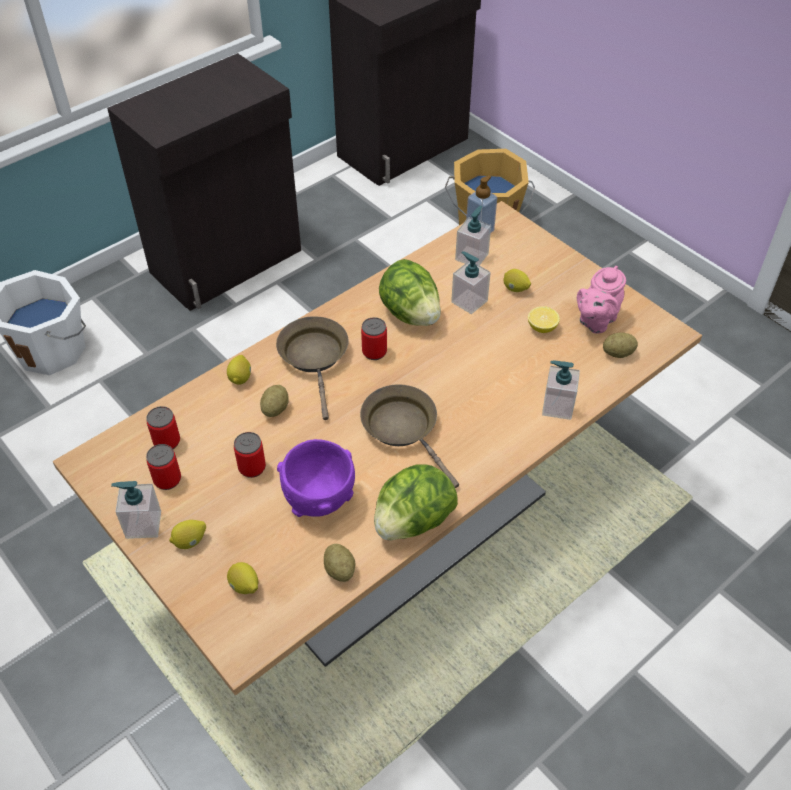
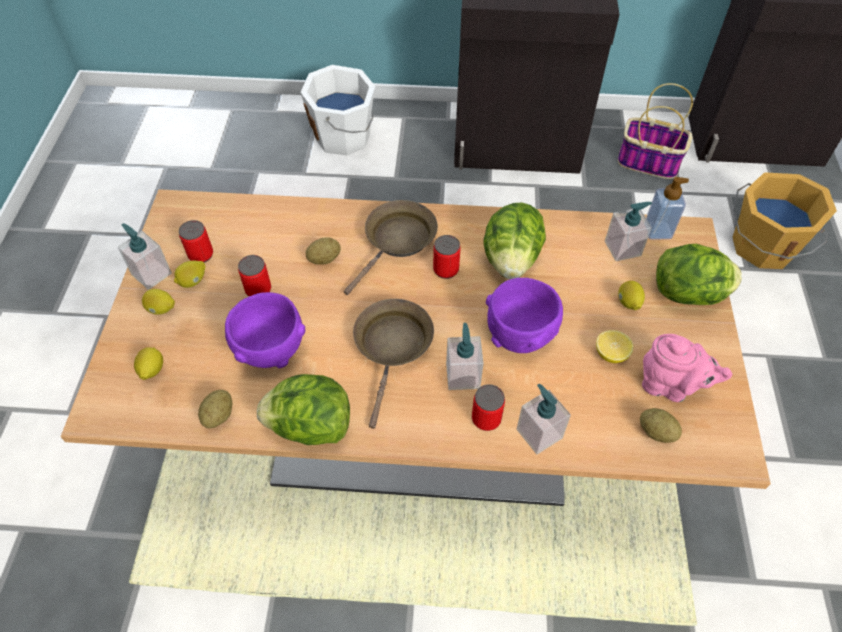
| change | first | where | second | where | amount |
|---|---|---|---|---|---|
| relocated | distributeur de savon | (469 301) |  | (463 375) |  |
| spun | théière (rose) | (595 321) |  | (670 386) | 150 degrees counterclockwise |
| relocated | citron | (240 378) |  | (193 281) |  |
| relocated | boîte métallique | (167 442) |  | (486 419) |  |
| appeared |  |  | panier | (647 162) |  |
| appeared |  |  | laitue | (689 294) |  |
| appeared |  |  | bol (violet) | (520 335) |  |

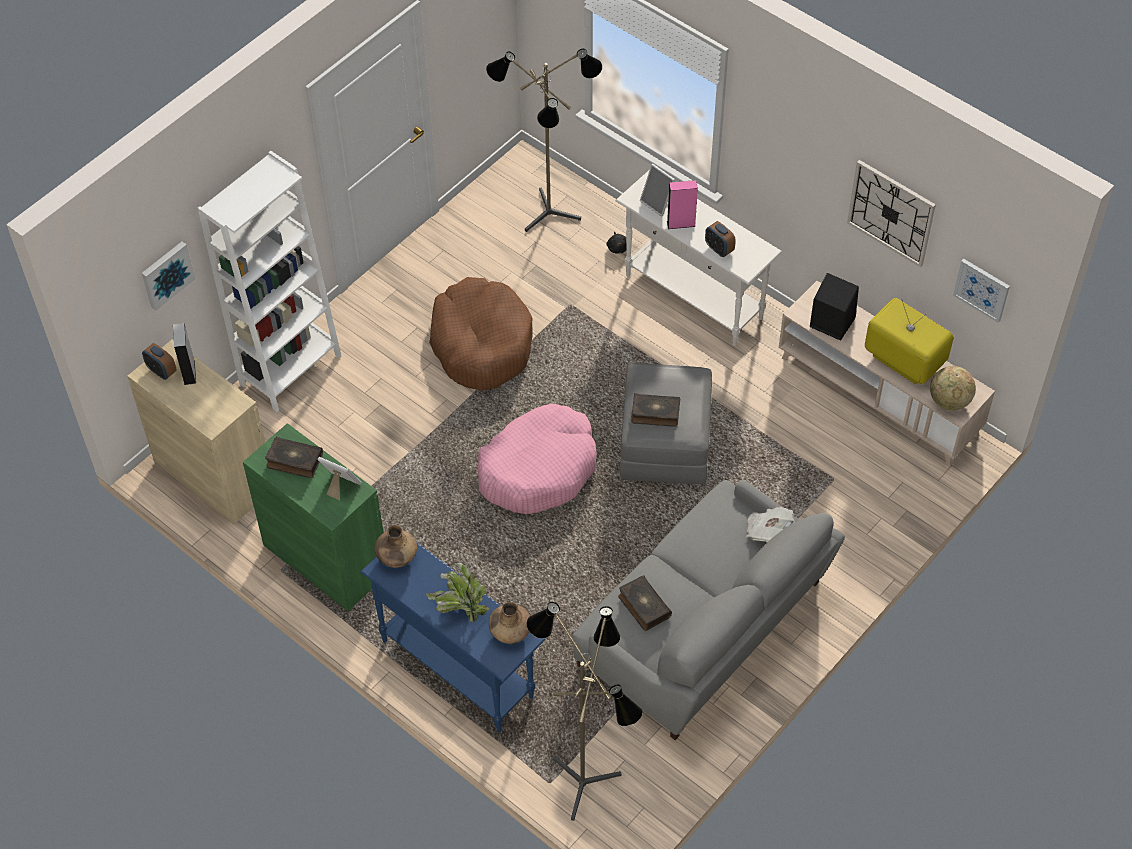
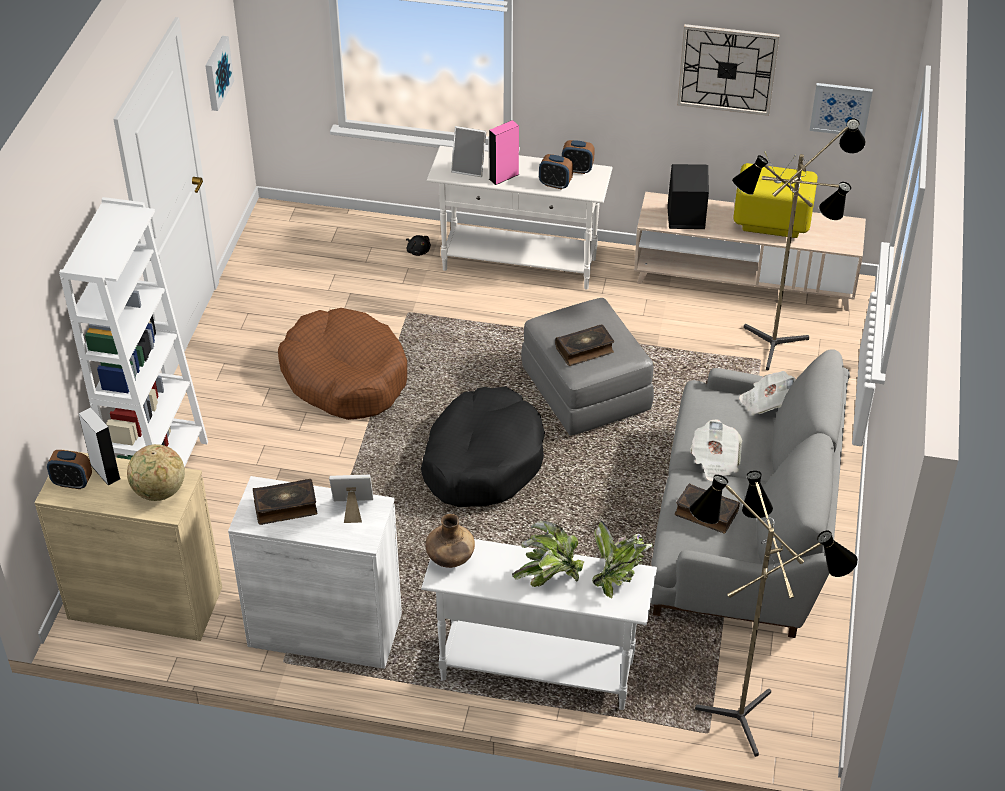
| change | first | where | second | where | amount |
|---|---|---|---|---|---|
| relocated | lampadaire | (548 219) |  | (777 350) |  |
| relocated | tableau | (166 274) |  | (216 73) |  |
| relocated | globe | (949 401) |  | (159 491) |  |
| colour | panier pour chien (rose) | (538 469) | panier pour chien (noir) | (482 460) |  |
| colour | meuble de rangement (vert) | (326 558) | meuble de rangement (blanc) | (325 630) |  |
| colour | table console (bleu) | (457 668) | table console (blanc) | (536 670) |  |
| exchanged | vase (marron) | (510 632) | plante en pot | (618 575) |  |
| appeared |  |  | réveil | (577 169) |  |
| appeared |  |  | journal | (715 461) |  |

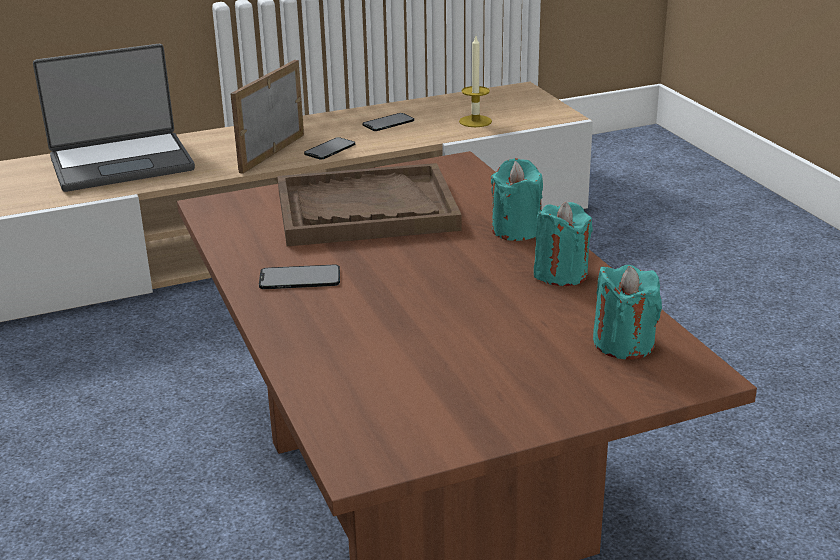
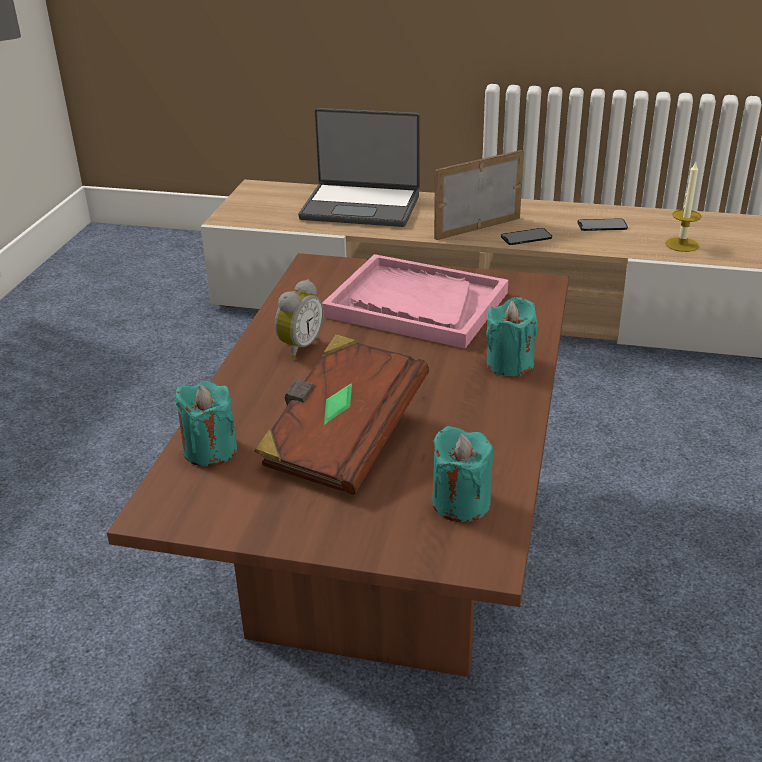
| change | first | where | second | where | amount |
|---|---|---|---|---|---|
| colour | plateau (marron) | (365 210) | plateau (rose) | (415 304) |  |
| relocated | bougie (turquoise) | (560 274) |  | (210 450) |  |
| exchanged | téléphone | (300 278) | réveil | (298 347) |  |
| appeared |  |  | livre (marron) | (342 440) |  |

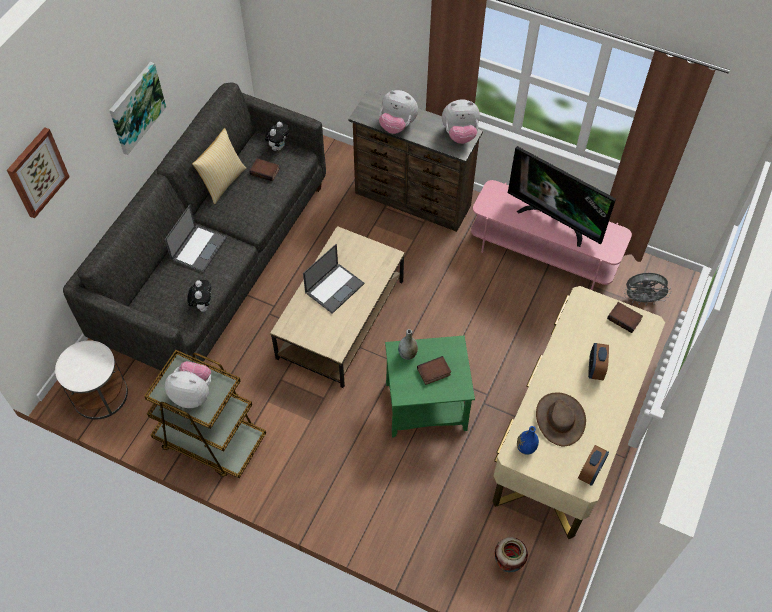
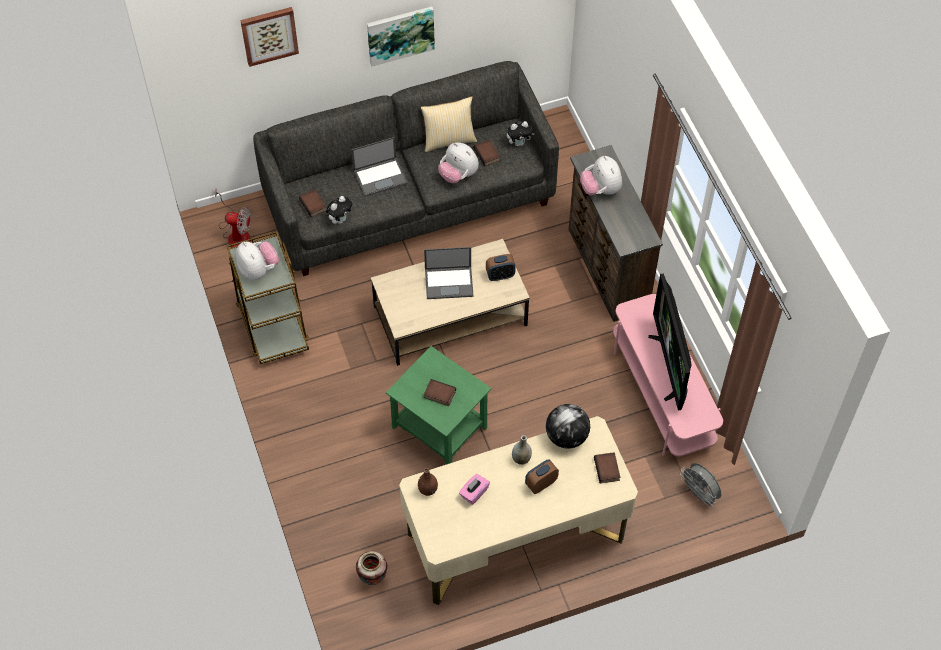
| change | first | where | second | where | amount |
|---|---|---|---|---|---|
| relocated | peluche | (460 134) |  | (458 175) |  |
| relocated | vase (gris) | (407 354) |  | (521 459) |  |
| exchanged | table d'appoint (blanc) | (99 394) | ventilateur | (236 233) |  |
| exchanged | chapeau (marron) | (560 419) | boîte à mouchoirs (rose) | (474 493) |  |
| colour | vase (bleu) | (526 448) | vase (marron) | (428 490) |  |
| relocated | réveil | (590 472) |  | (500 275) |  |
| appeared |  |  | livre | (314 205) |  |
| appeared |  |  | globe | (566 437) |  |

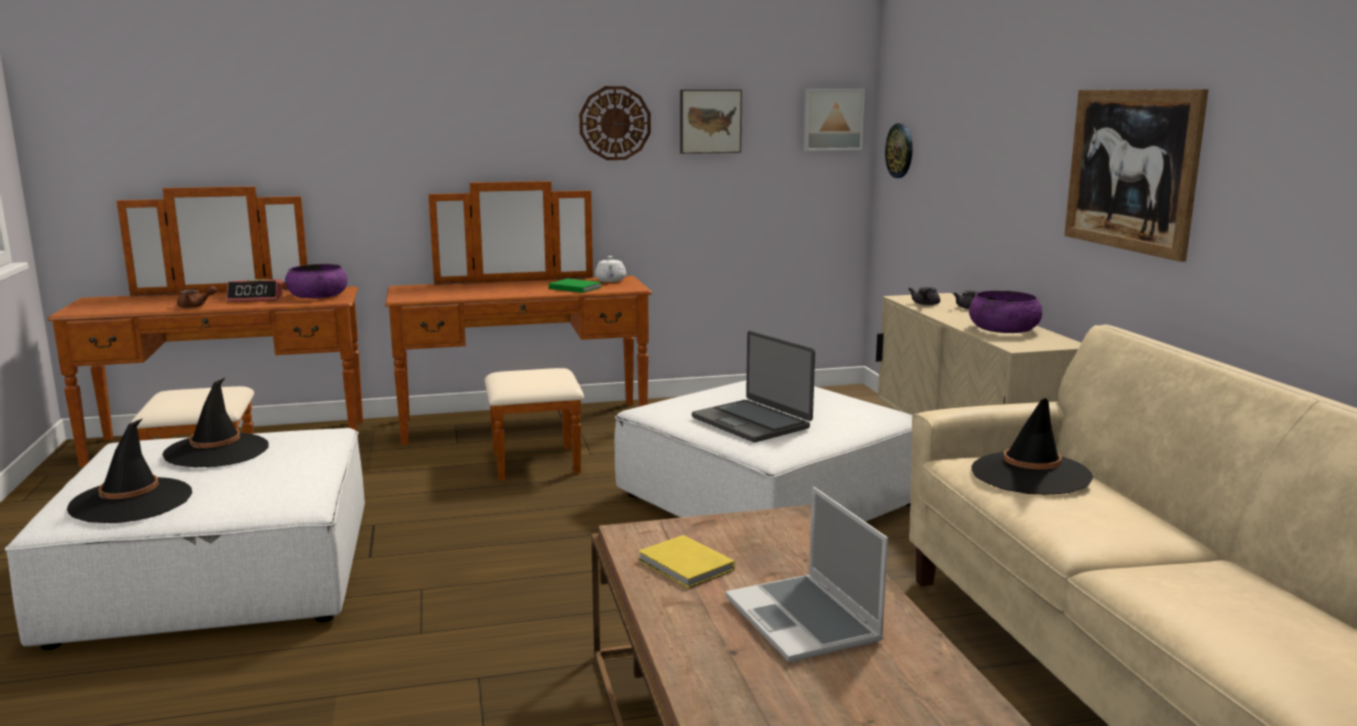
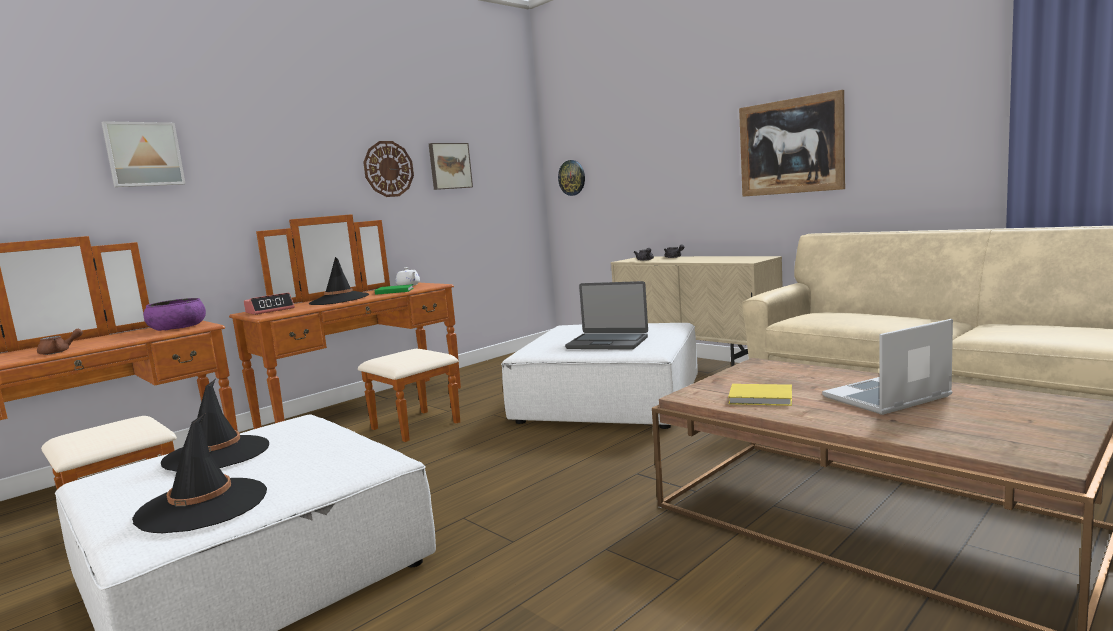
| change | first | where | second | where | amount |
|---|---|---|---|---|---|
| relocated | tableau | (832 119) |  | (144 154) |  |
| relocated | réveil | (256 298) |  | (270 310) |  |
| missing | bol (violet) | (1003 329) |  |  |  |
| relocated | chapeau (noir) | (1030 474) |  | (339 300) |  |
| spun | ordinateur portable | (805 621) |  | (886 398) | 120 degrees clockwise |

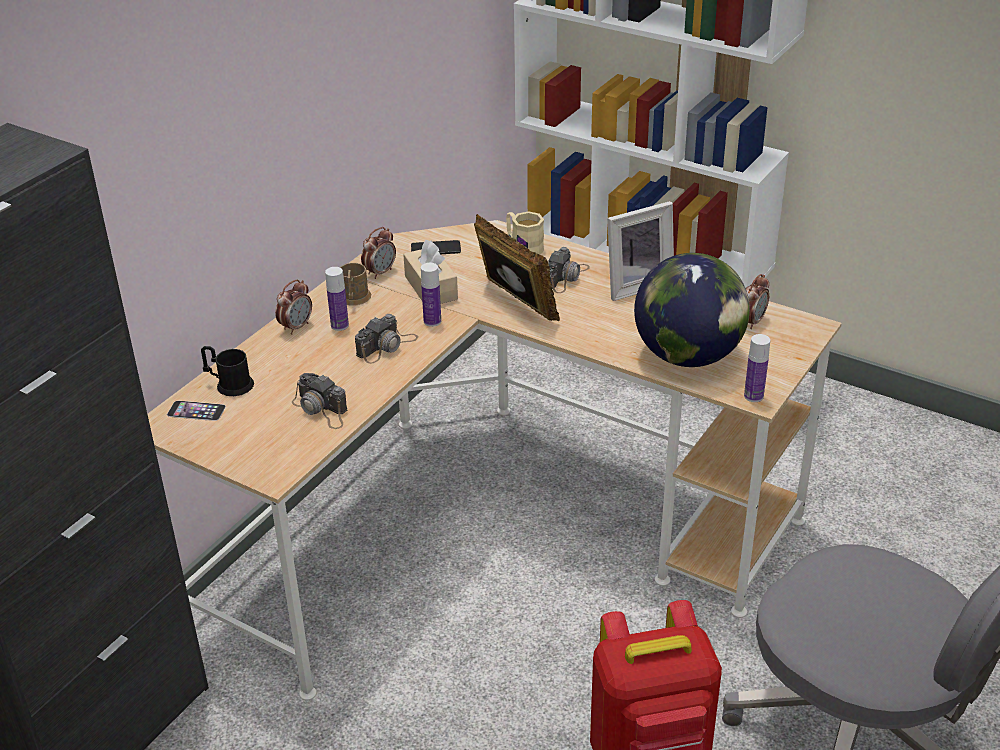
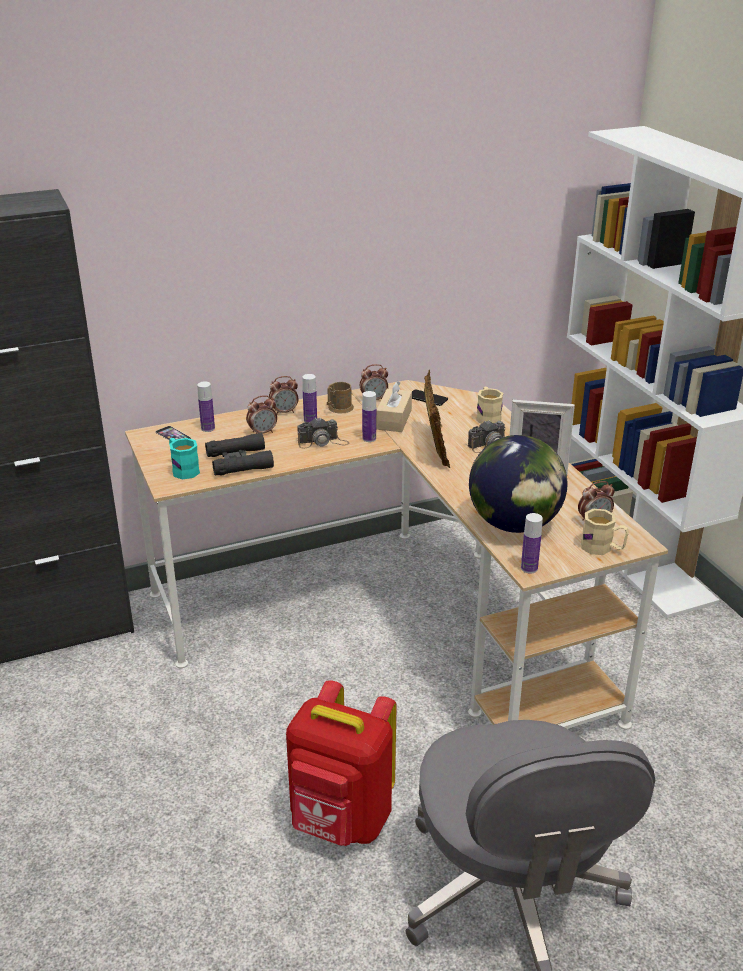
| change | first | where | second | where | amount |
|---|---|---|---|---|---|
| exchanged | mug (noir) | (229 384) | bouteille | (208 428) |  |
| exchanged | appareil photo | (321 409) | jumelles (noir) | (239 461) |  |
| appeared |  |  | réveil | (262 432) |  |
| appeared |  |  | mug (turquoise) | (183 469) |  |
| appeared |  |  | mug (beige) | (602 548) |  |

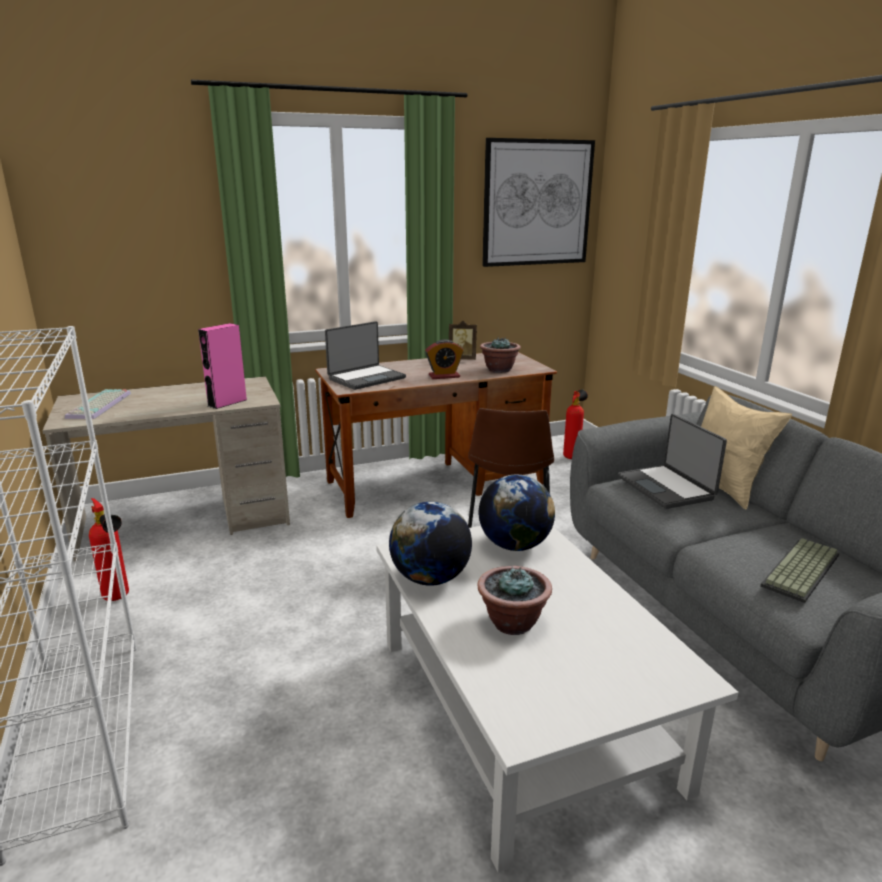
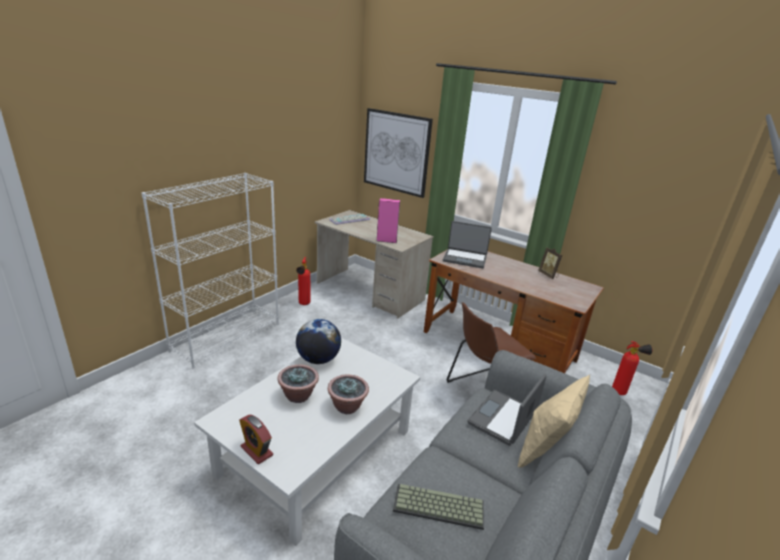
| change | first | where | second | where | amount |
|---|---|---|---|---|---|
| relocated | tableau | (537 203) |  | (396 152) |  |
| relocated | plante en pot | (499 370) |  | (347 406) |  |
| relocated | réveil | (444 376) |  | (256 451) |  |
| missing | globe | (514 545) |  |  |  |

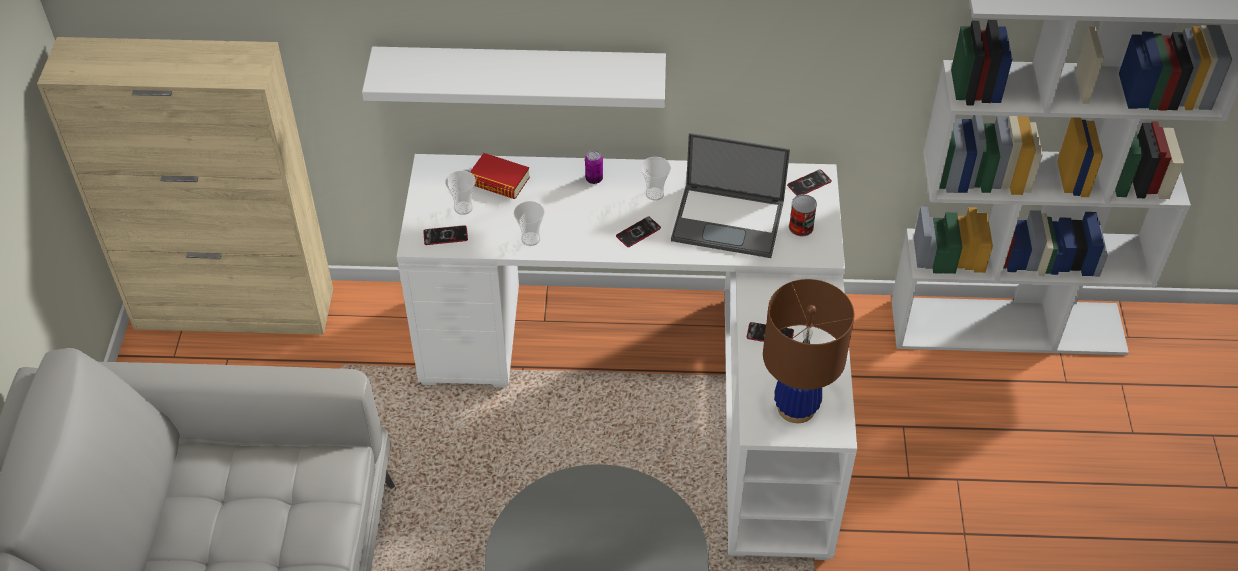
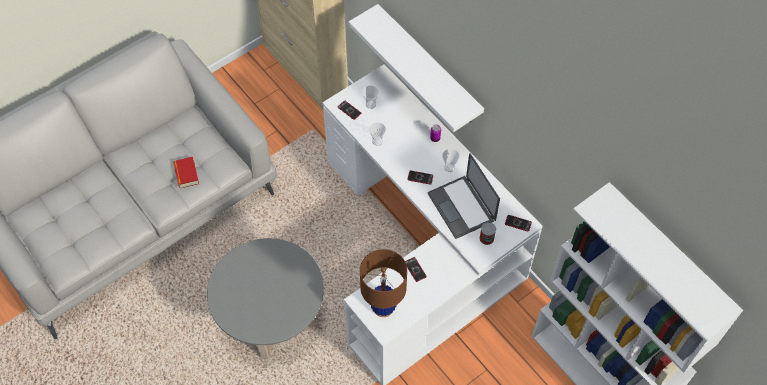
| change | first | where | second | where | amount |
|---|---|---|---|---|---|
| relocated | livre | (499 181) |  | (186 174) |  |

